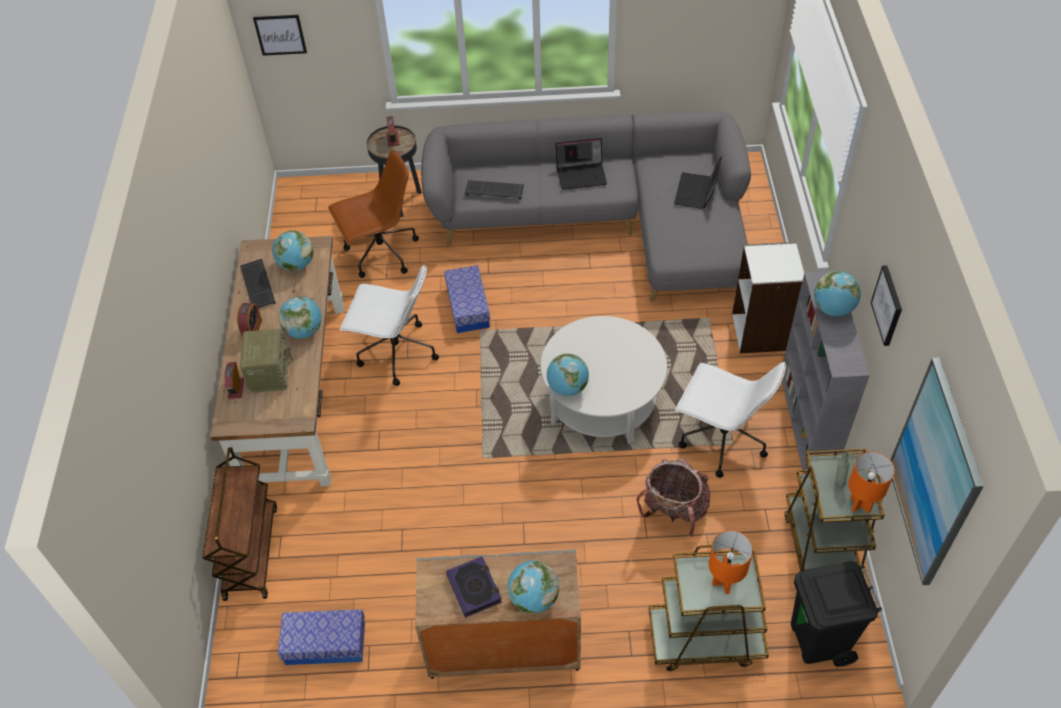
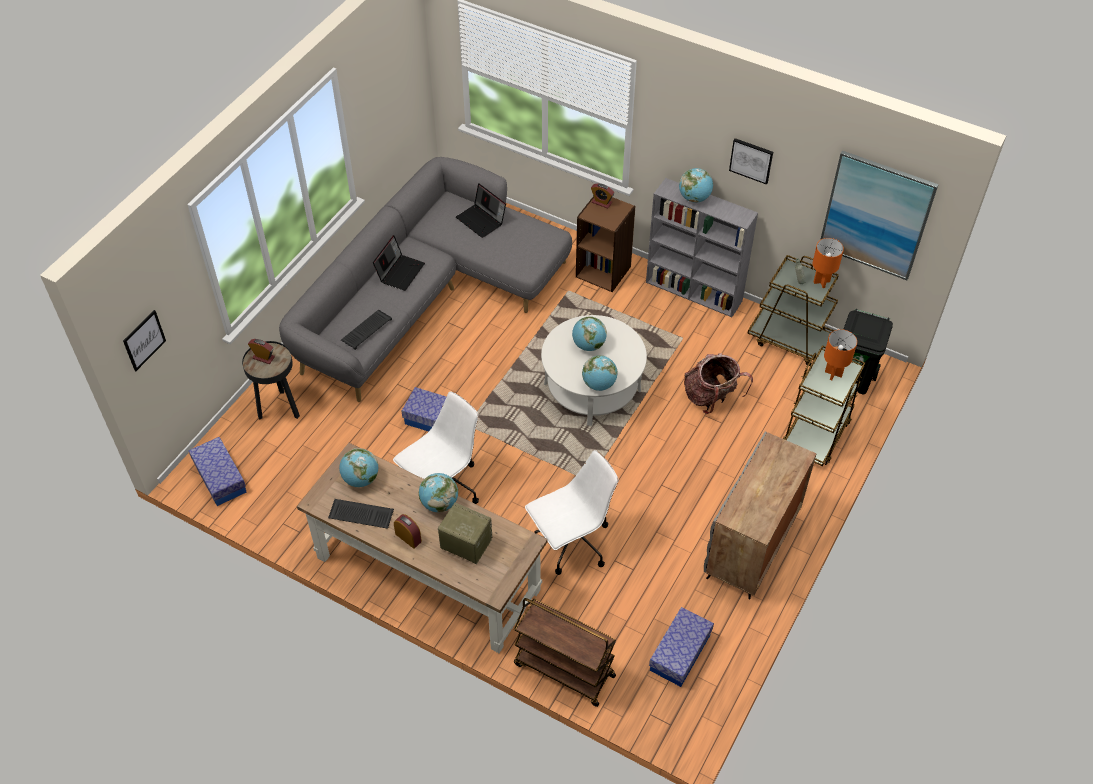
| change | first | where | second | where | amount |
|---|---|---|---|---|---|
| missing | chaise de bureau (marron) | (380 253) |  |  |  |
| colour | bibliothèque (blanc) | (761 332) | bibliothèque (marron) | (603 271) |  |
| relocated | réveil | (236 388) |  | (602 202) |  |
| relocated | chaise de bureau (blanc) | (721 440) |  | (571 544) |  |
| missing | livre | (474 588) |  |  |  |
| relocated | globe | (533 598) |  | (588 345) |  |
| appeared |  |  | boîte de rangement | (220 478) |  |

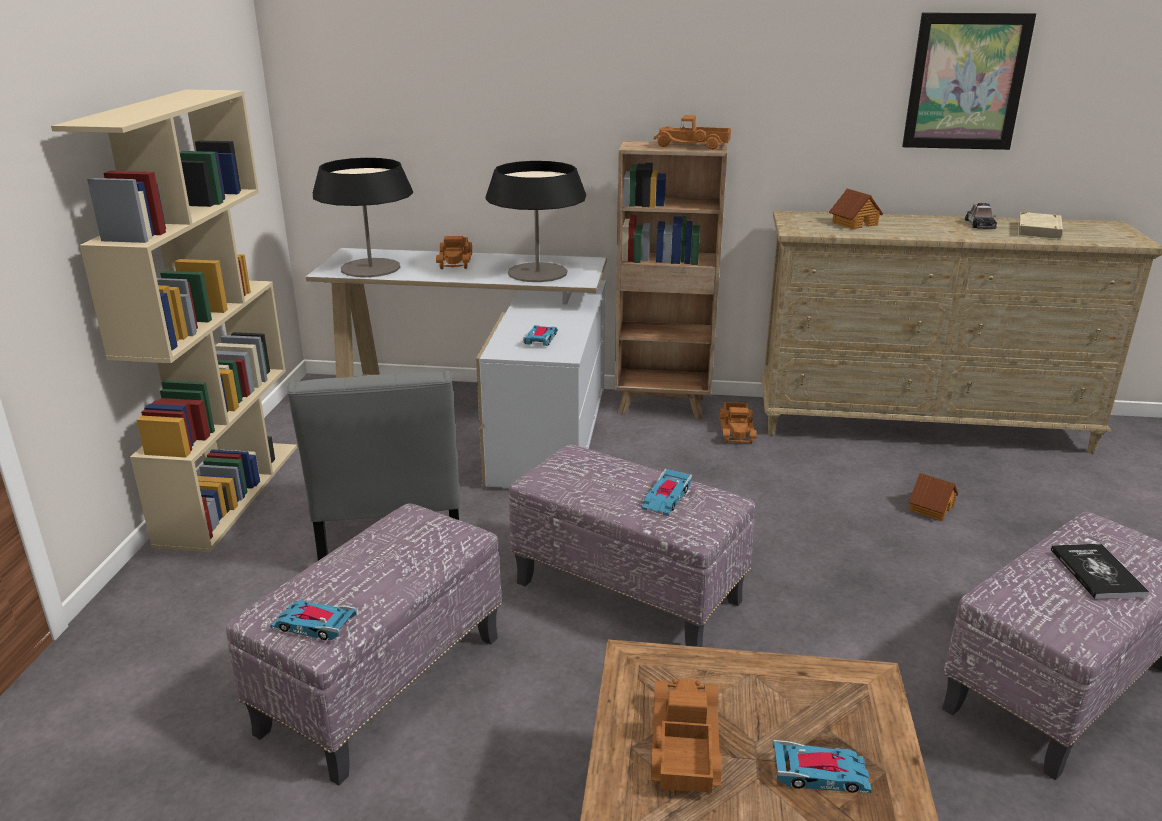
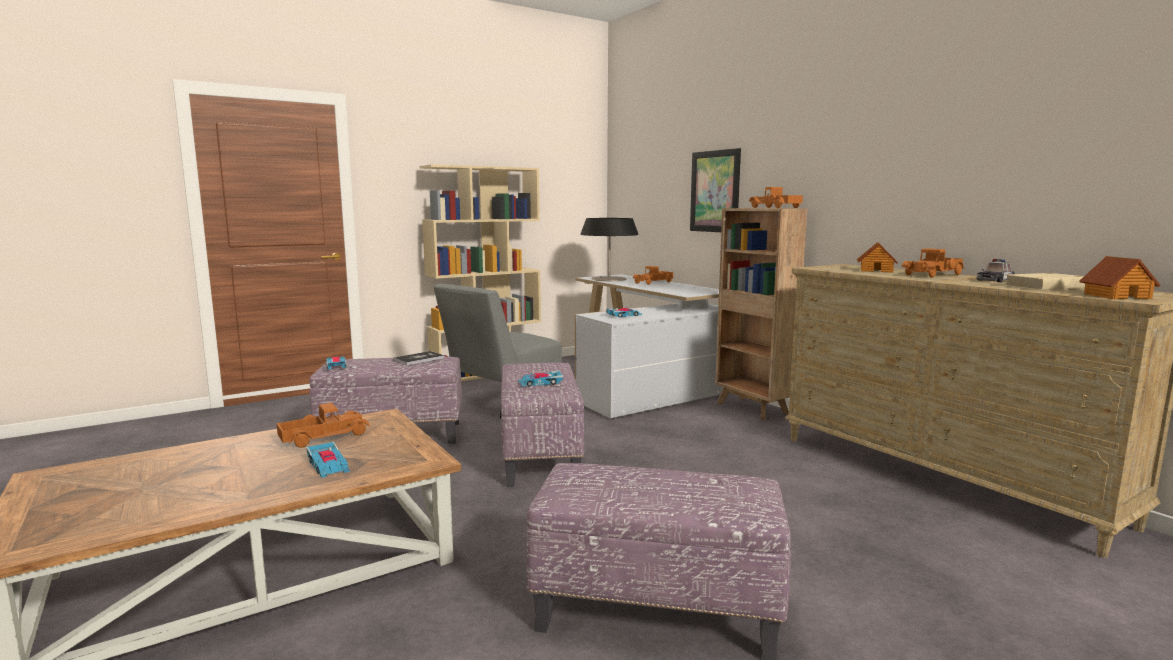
| change | first | where | second | where | amount |
|---|---|---|---|---|---|
| relocated | tableau | (966 82) |  | (715 191) |  |
| missing | lampe de table | (537 272) |  |  |  |
| relocated | camion jouet | (737 430) |  | (934 274) |  |
| relocated | maison miniature | (930 508) |  | (1116 296) |  |
| relocated | livre | (1097 573) |  | (419 359) |  |

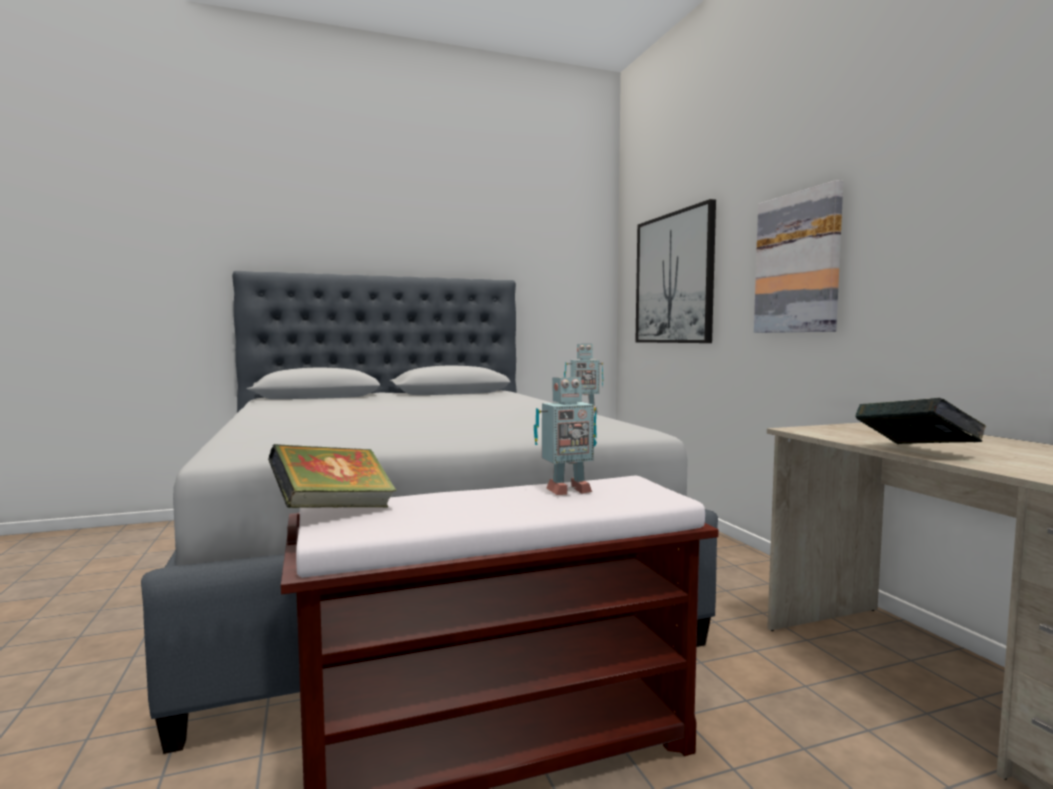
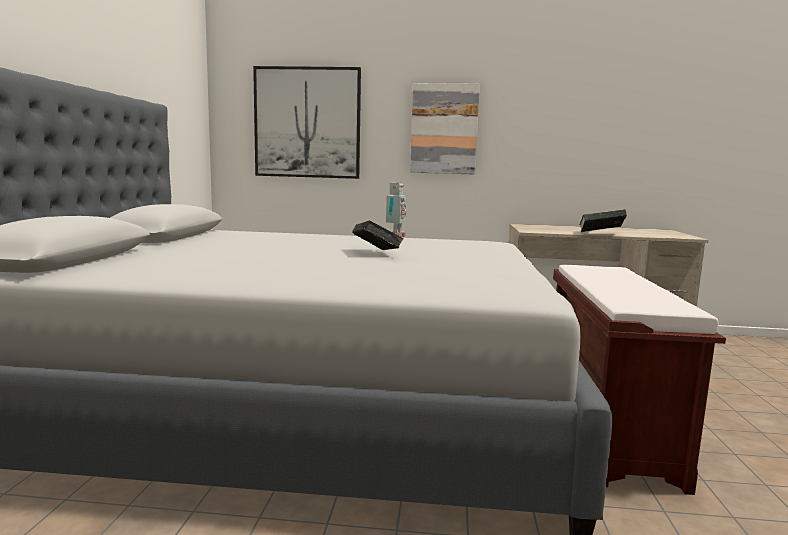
| change | first | where | second | where | amount |
|---|---|---|---|---|---|
| missing | robot jouet | (566 490) |  |  |  |
| relocated | livre | (334 510) |  | (376 254) |  |

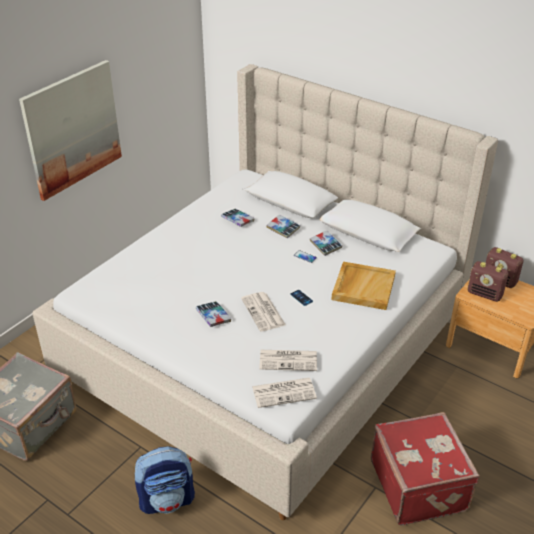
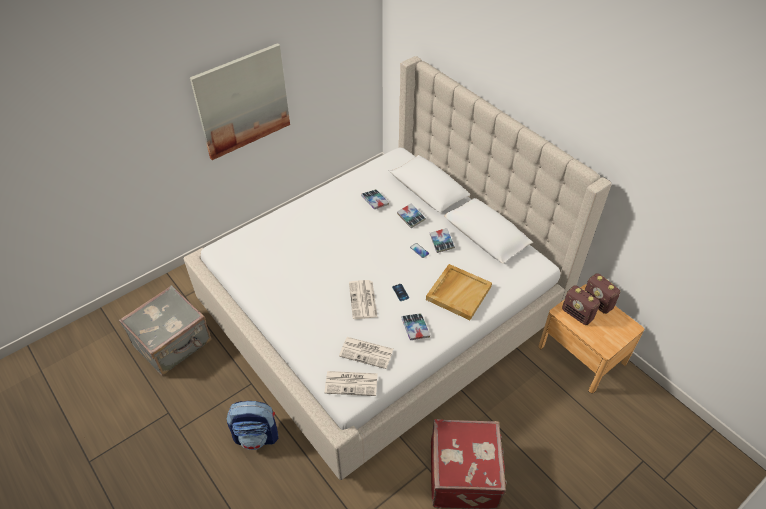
| change | first | where | second | where | amount |
|---|---|---|---|---|---|
| relocated | livre | (213 316) |  | (415 328) |  |

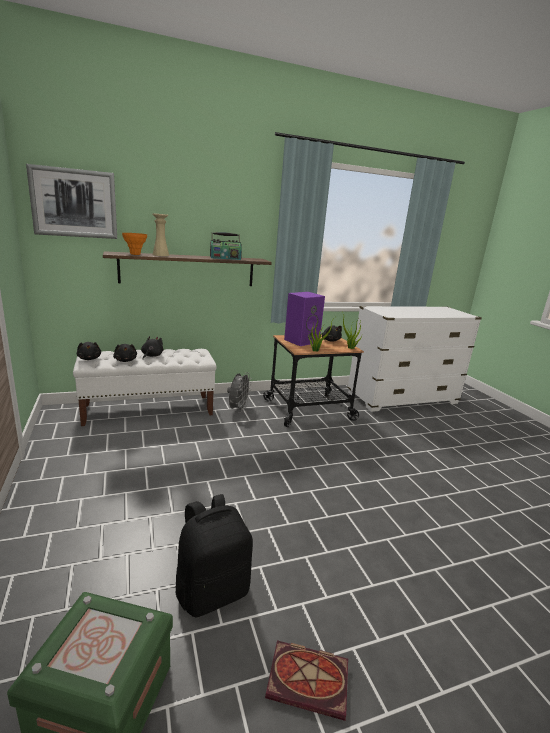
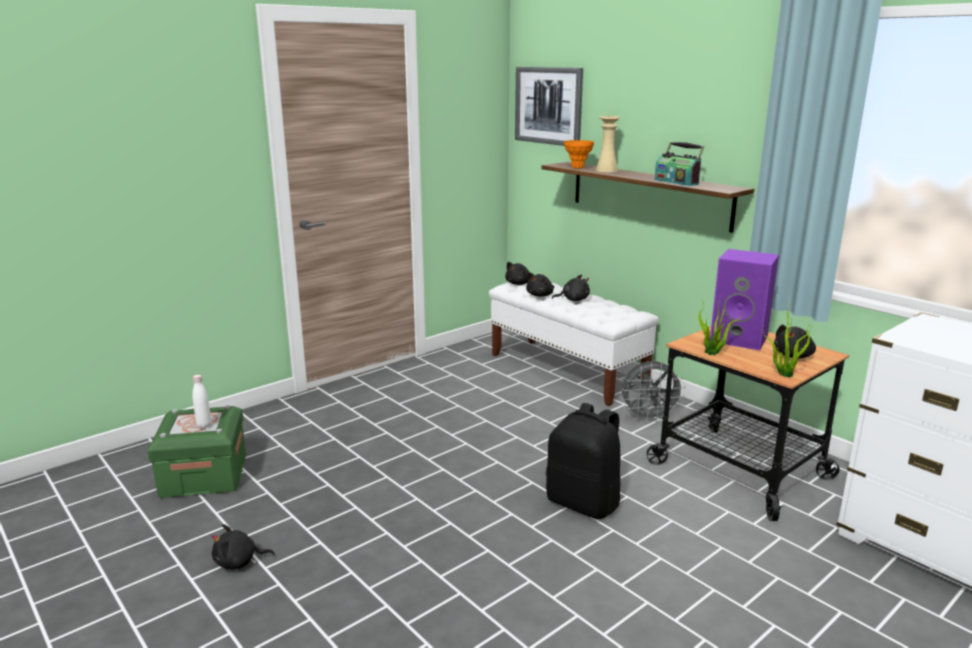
| change | first | where | second | where | amount |
|---|---|---|---|---|---|
| relocated | sac à dos (noir) | (212 591) |  | (584 503) |  |
| exchanged | livre | (310 680) | peluche (noir) | (239 562) |  |
| appeared |  |  | bouteille (blanc) | (204 425) |  |

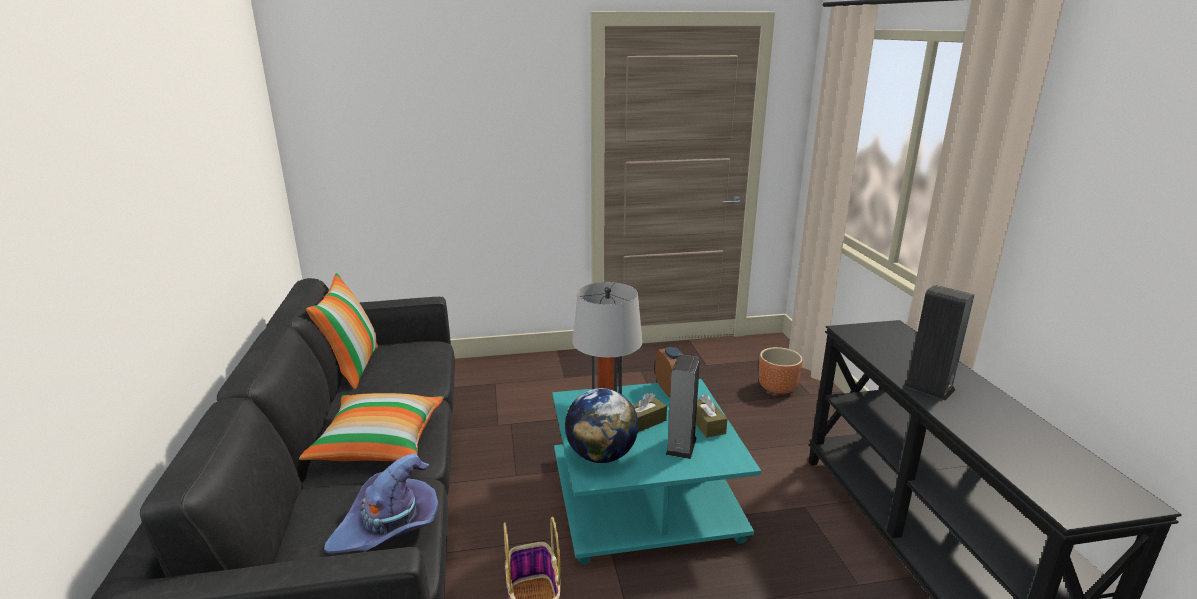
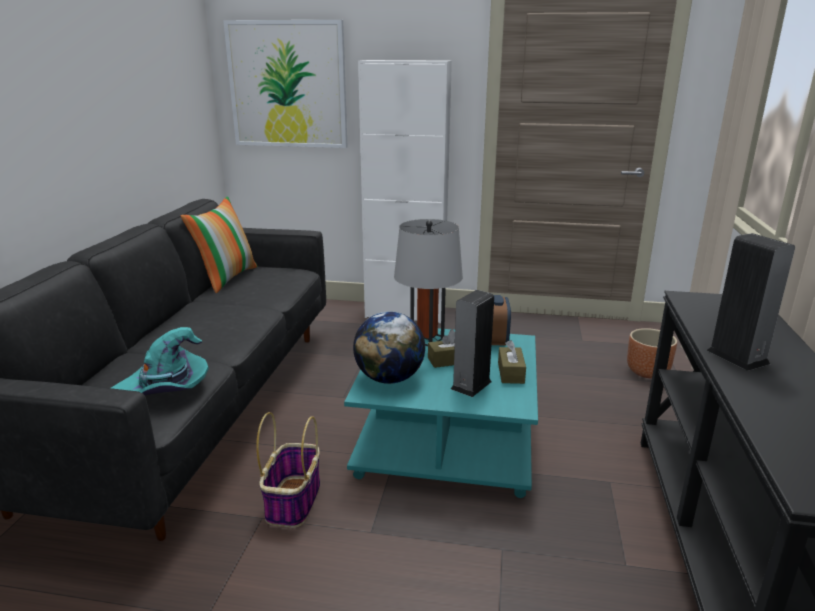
| change | first | where | second | where | amount |
|---|---|---|---|---|---|
| missing | coussin | (378 443) |  |  |  |
| colour | chapeau (violet) | (389 527) | chapeau (turquoise) | (164 389) |  |
| appeared |  |  | tableau | (288 85) |  |
| appeared |  |  | meuble de rangement (blanc) | (405 313) |  |

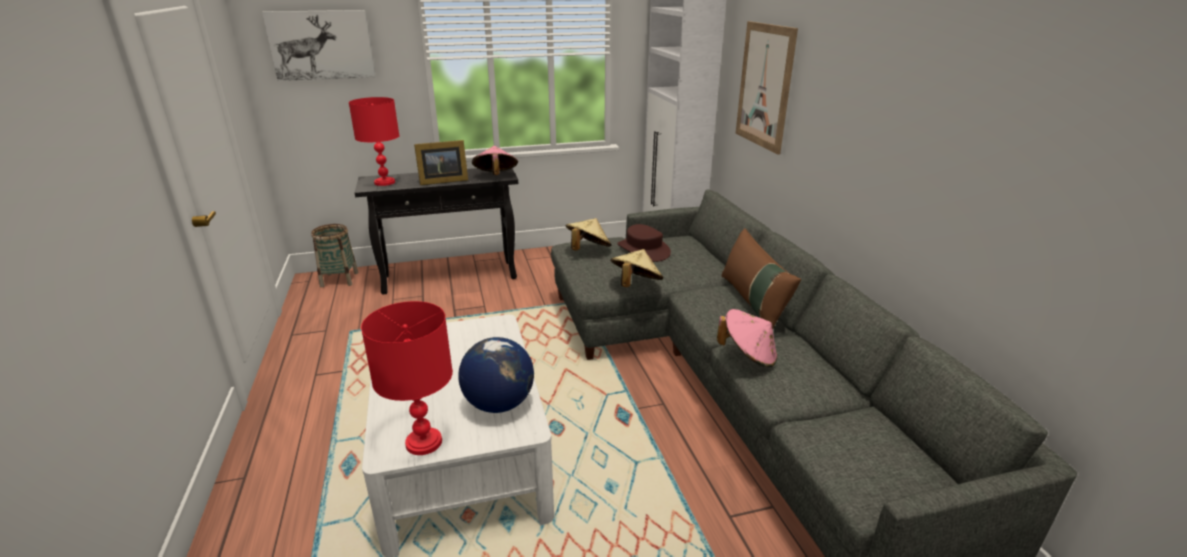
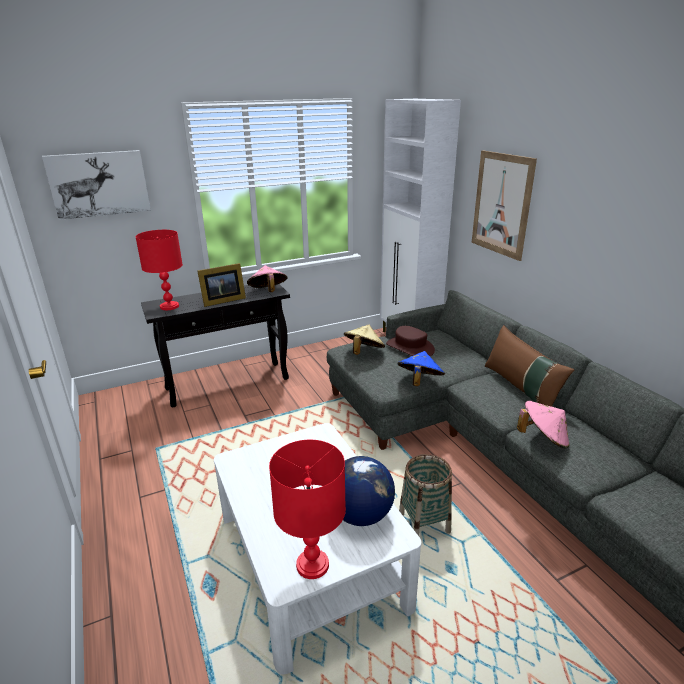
| change | first | where | second | where | amount |
|---|---|---|---|---|---|
| relocated | panier | (339 279) |  | (424 523) |  |
| colour | chapeau (beige) | (635 285) | chapeau (bleu) | (419 382) |  |

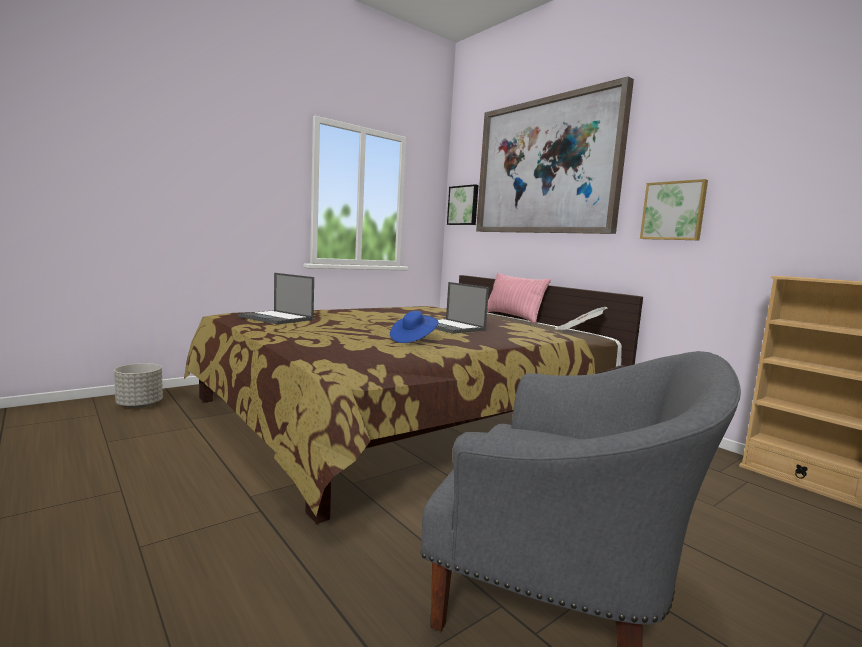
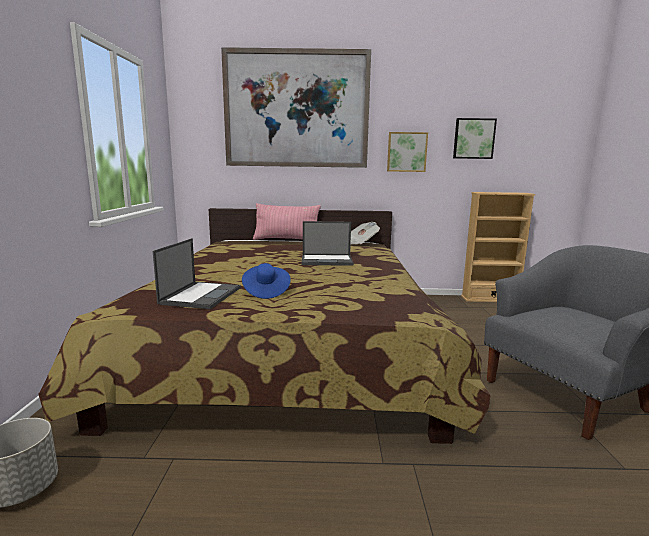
| change | first | where | second | where | amount |
|---|---|---|---|---|---|
| relocated | tableau | (463 205) |  | (473 139) |  |
| spun | ordinateur portable | (277 318) |  | (201 295) | 60 degrees counterclockwise |
| relocated | chapeau (bleu) | (413 340) |  | (266 292) |  |

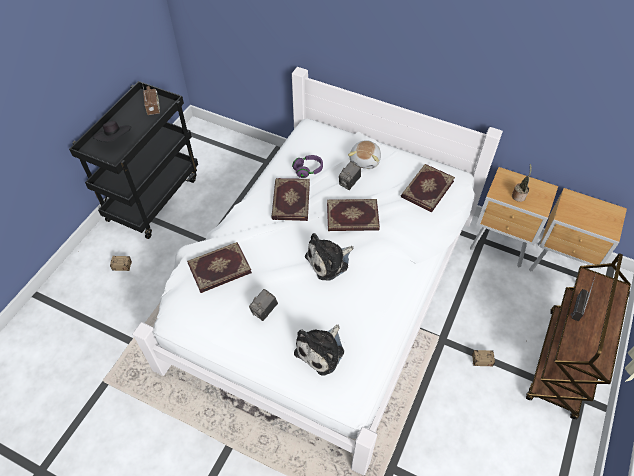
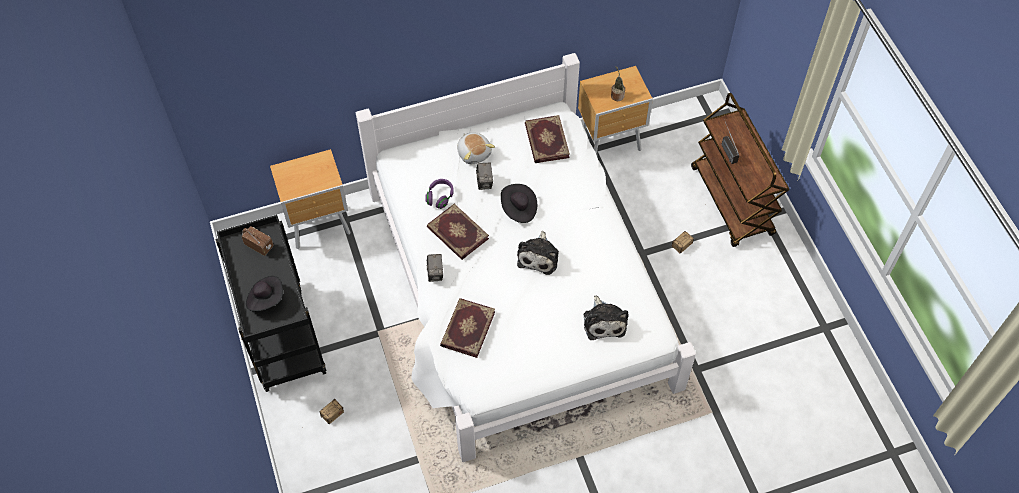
| change | first | where | second | where | amount |
|---|---|---|---|---|---|
| relocated | table de chevet (marron) | (560 267) |  | (320 226) |  |
| exchanged | livre | (352 217) | chapeau (noir) | (518 209) |  |
| relocated | appareil photo | (264 311) |  | (435 273) |  |

